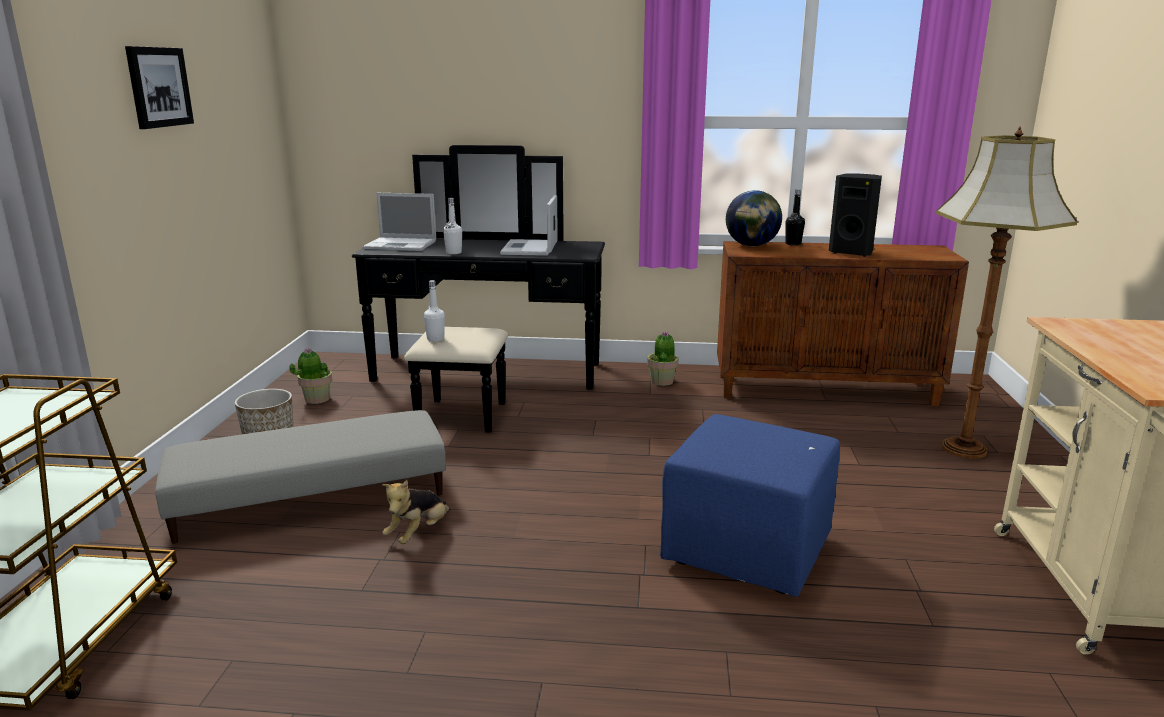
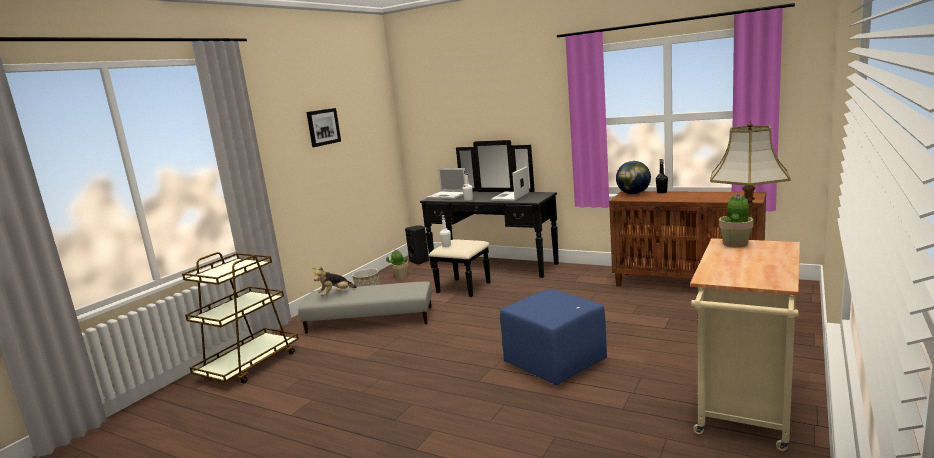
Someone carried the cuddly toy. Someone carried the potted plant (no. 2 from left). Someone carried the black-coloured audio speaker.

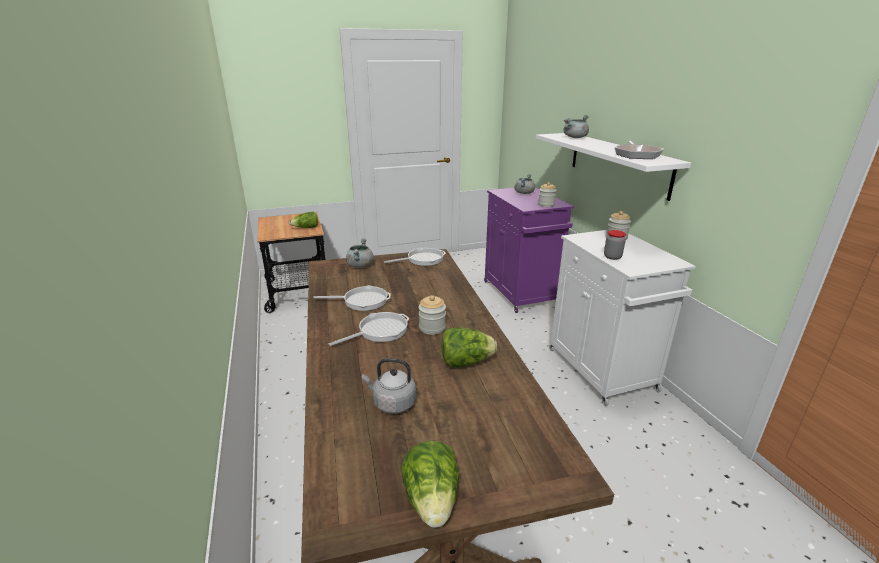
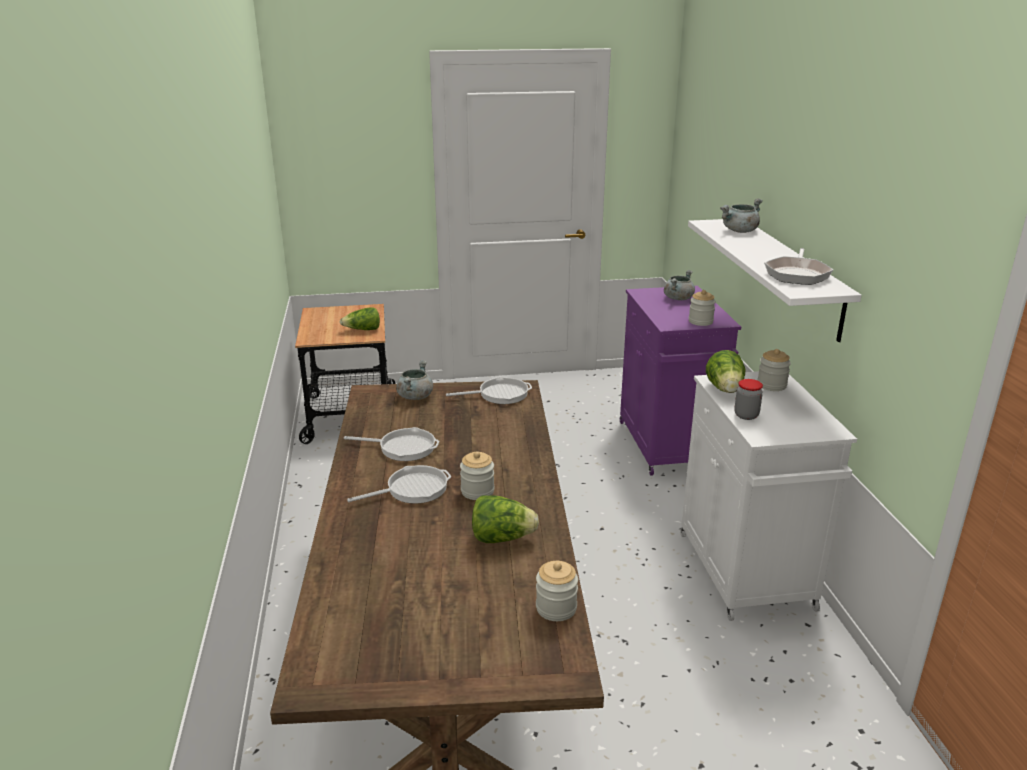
Someone took away the greyish tea kettle. Someone put down the jar (no. 2 from left). Someone carried the lettuce (no. 2 from left in the first image).

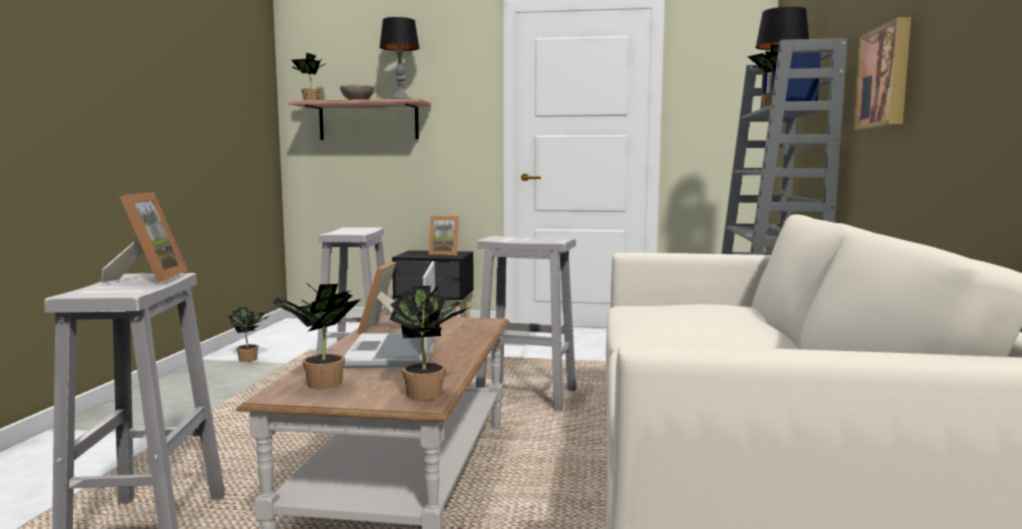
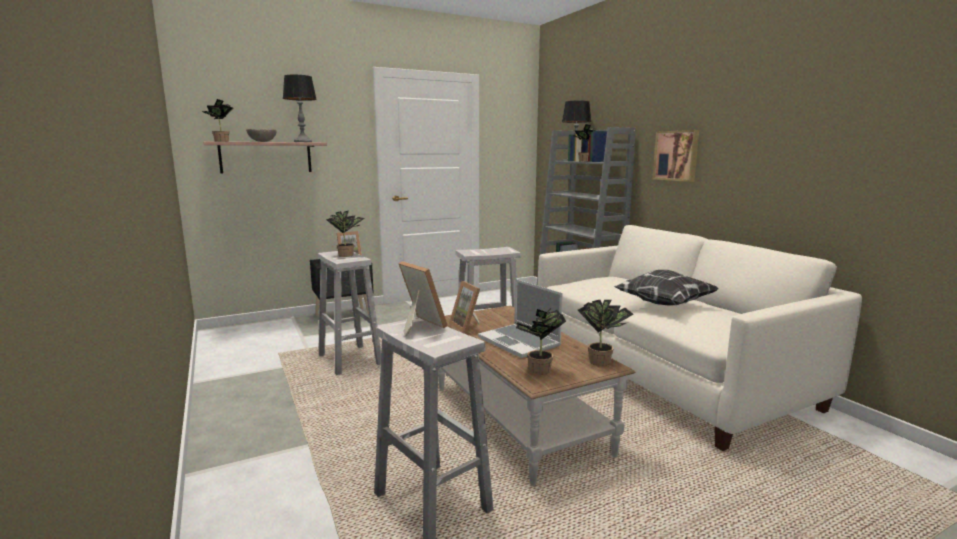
Someone put down the cushion. Someone carried the potted plant (no. 1 from left in the first image).

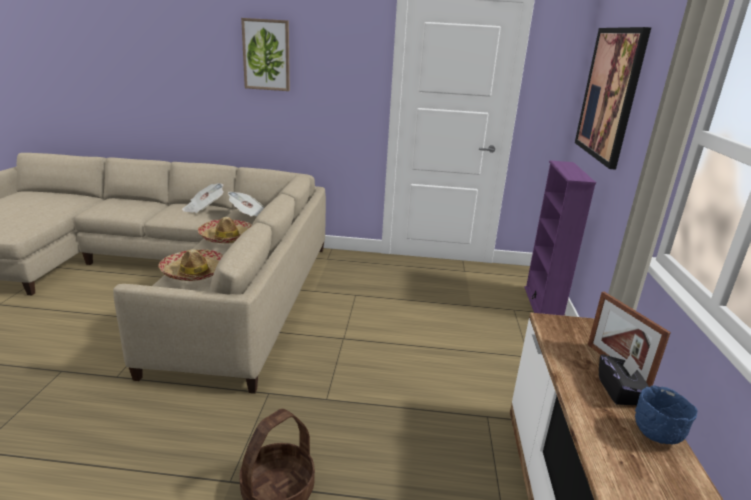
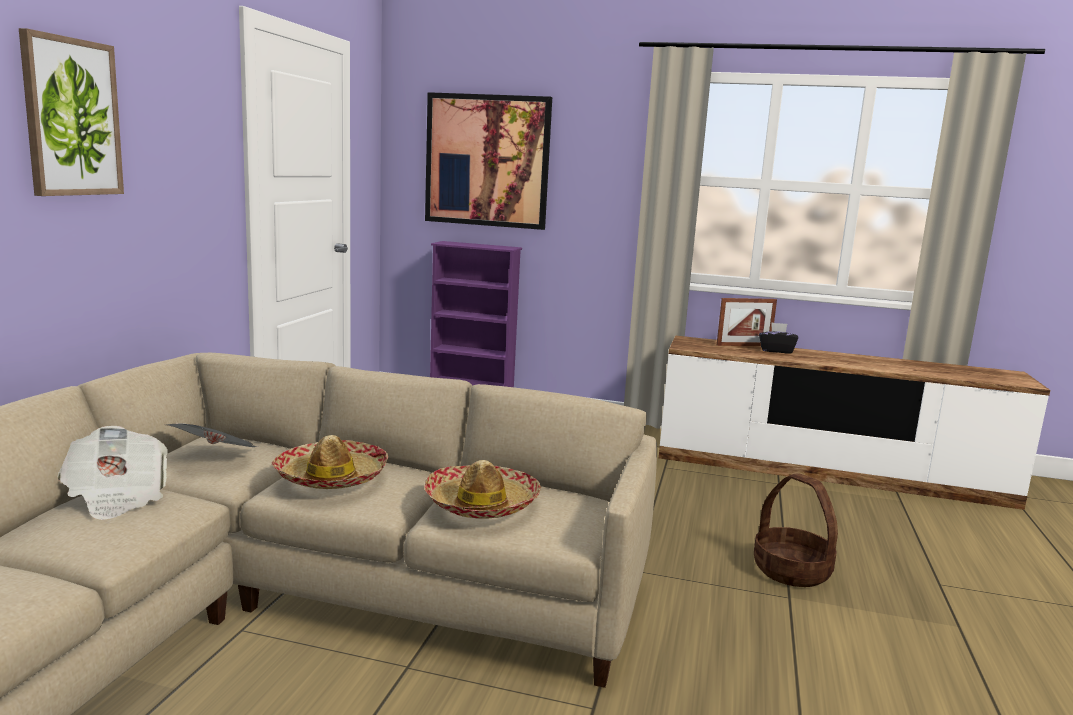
Someone took away the bluish serving bowl.

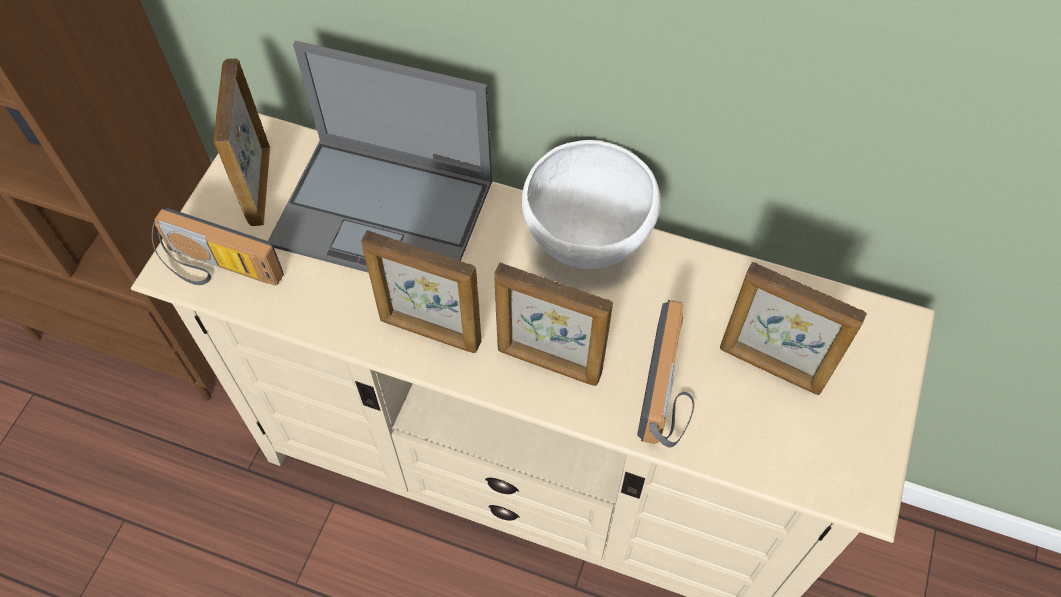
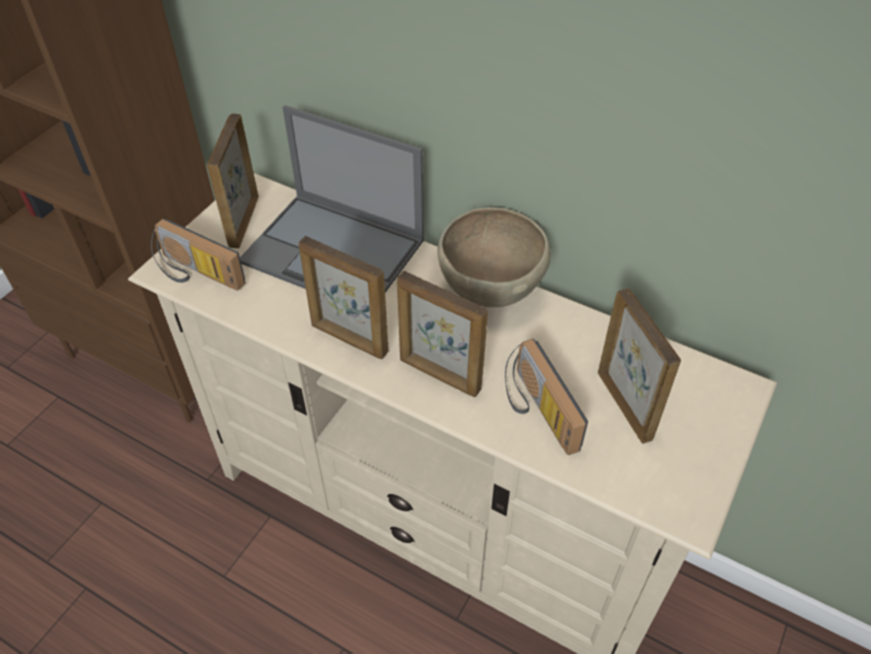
Someone repainted the white serving bowl, which became the brown-coloured serving bowl. Someone rotated the radio (no. 2 from left) by 135 degrees clockwise. Someone rotated the photo frame (no. 4 from left) by 150 degrees counterclockwise.

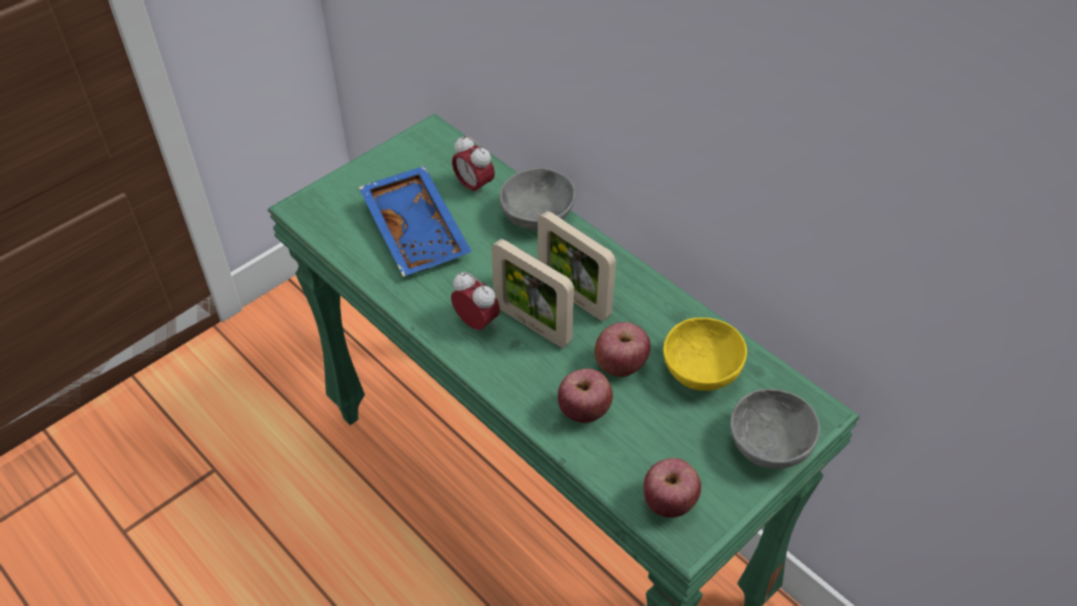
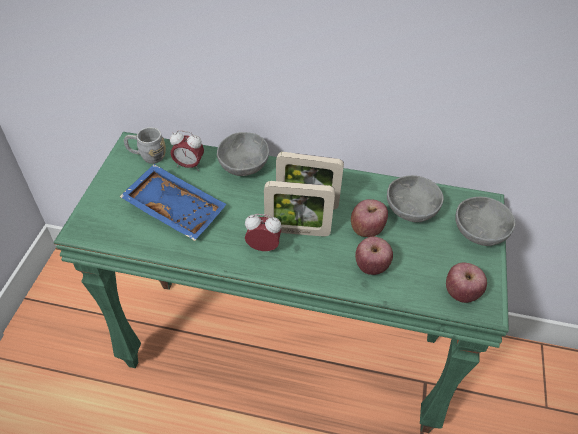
Someone put down the greyish coffee mug. Someone repainted the yellow serving bowl, which became the greyish serving bowl (no. 2 from left).

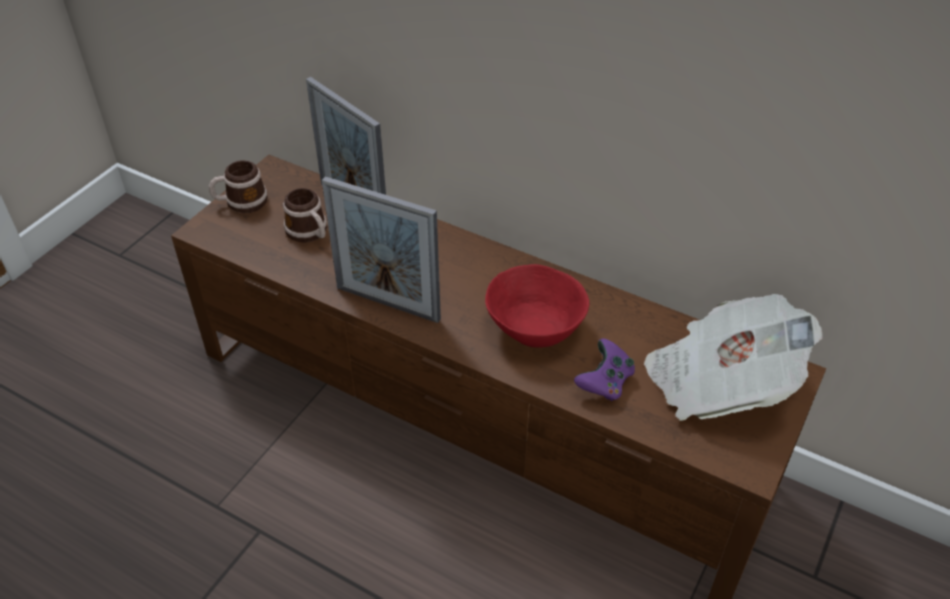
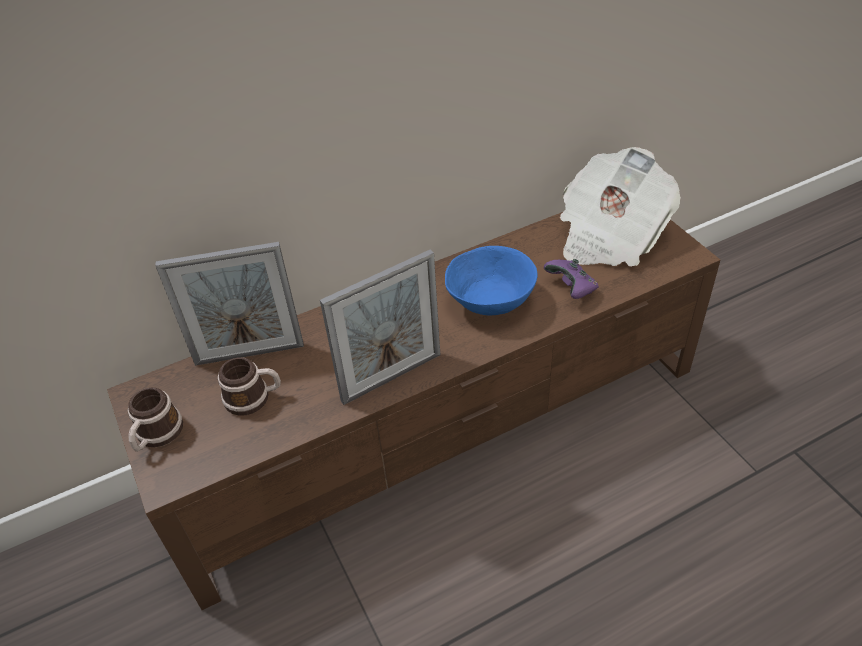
Someone repainted the reddish serving bowl, which became the bluish serving bowl.

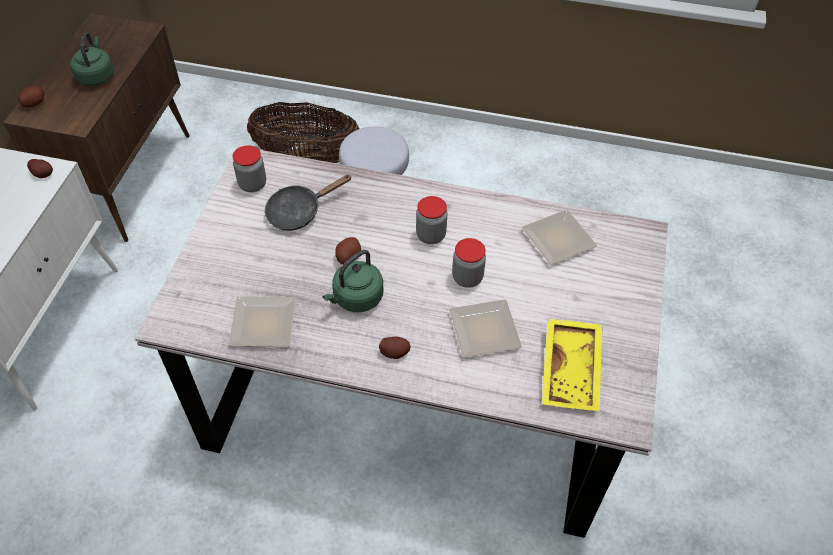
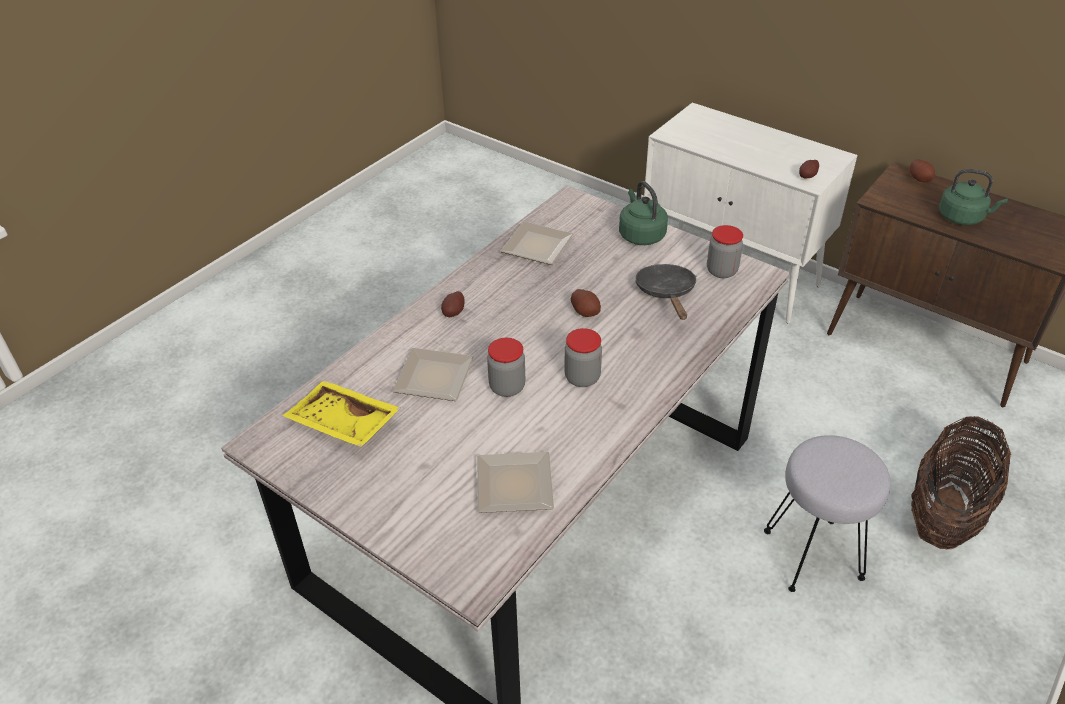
Someone carried the green-coloured tea kettle (no. 2 from left in the first image).

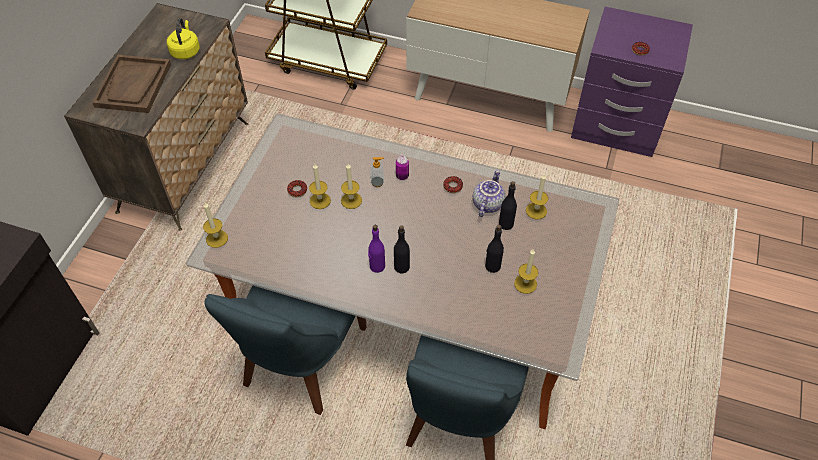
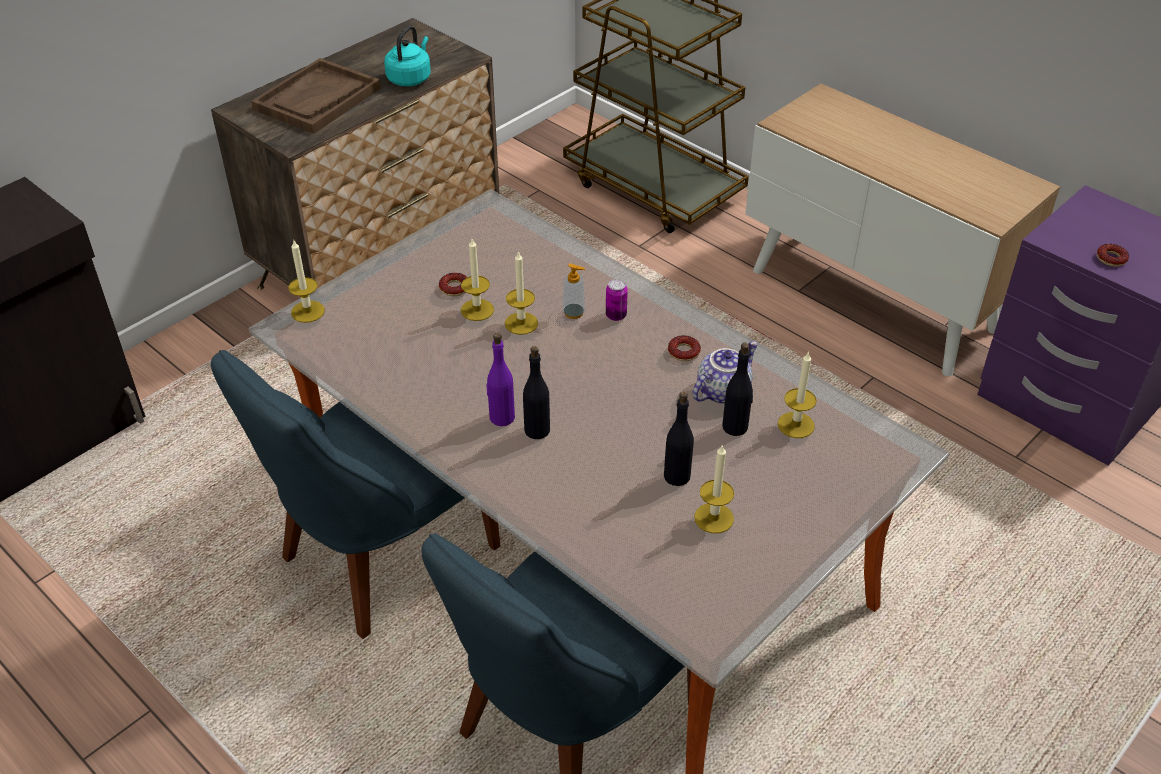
Someone repainted the yellow tea kettle, which became the turquoise tea kettle.

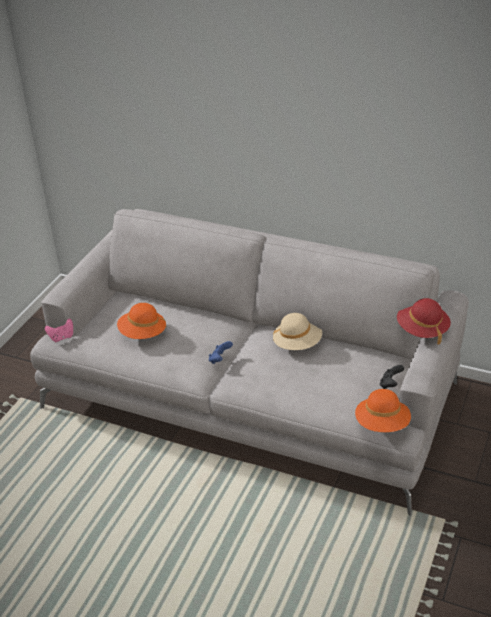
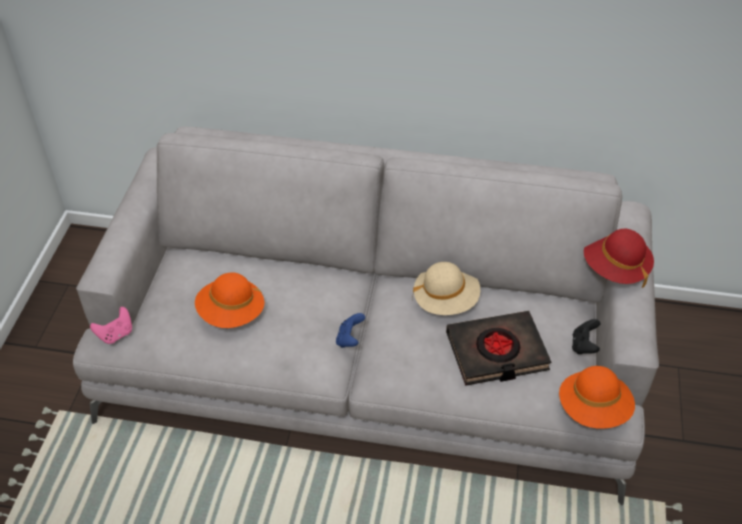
Someone put down the black-coloured volume.

